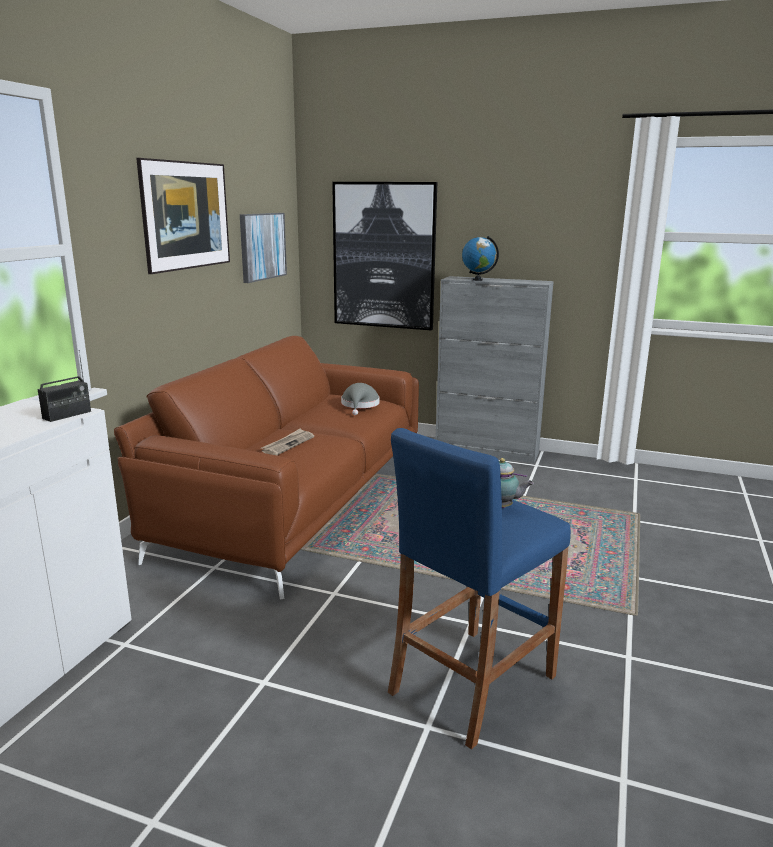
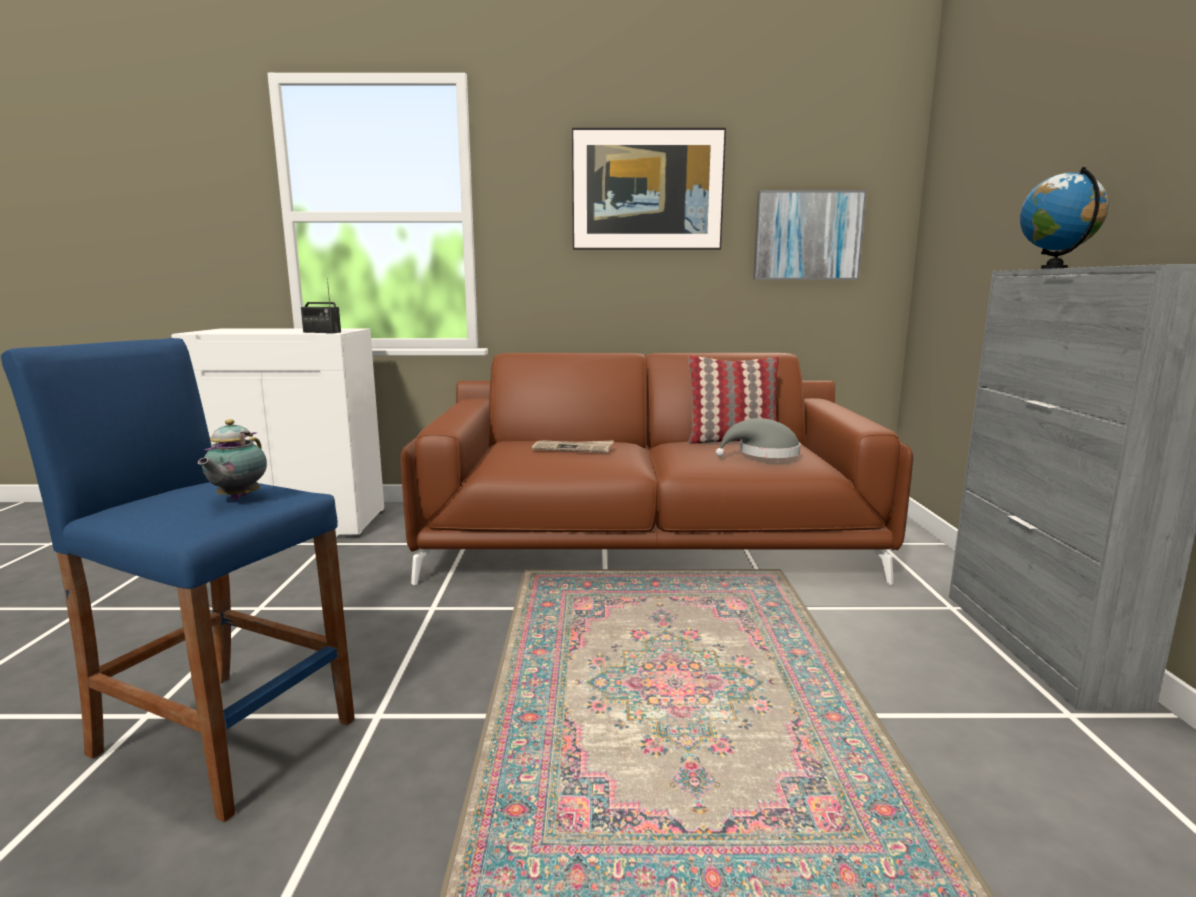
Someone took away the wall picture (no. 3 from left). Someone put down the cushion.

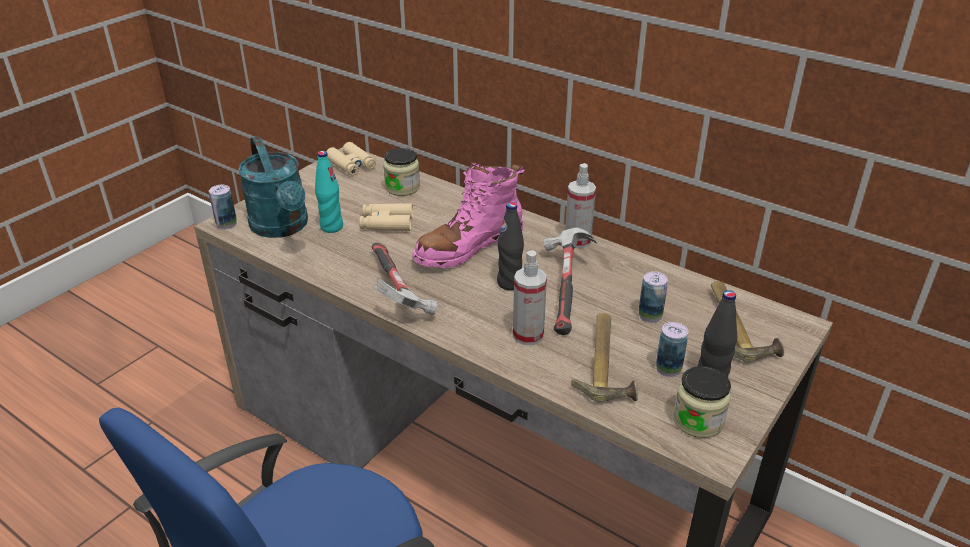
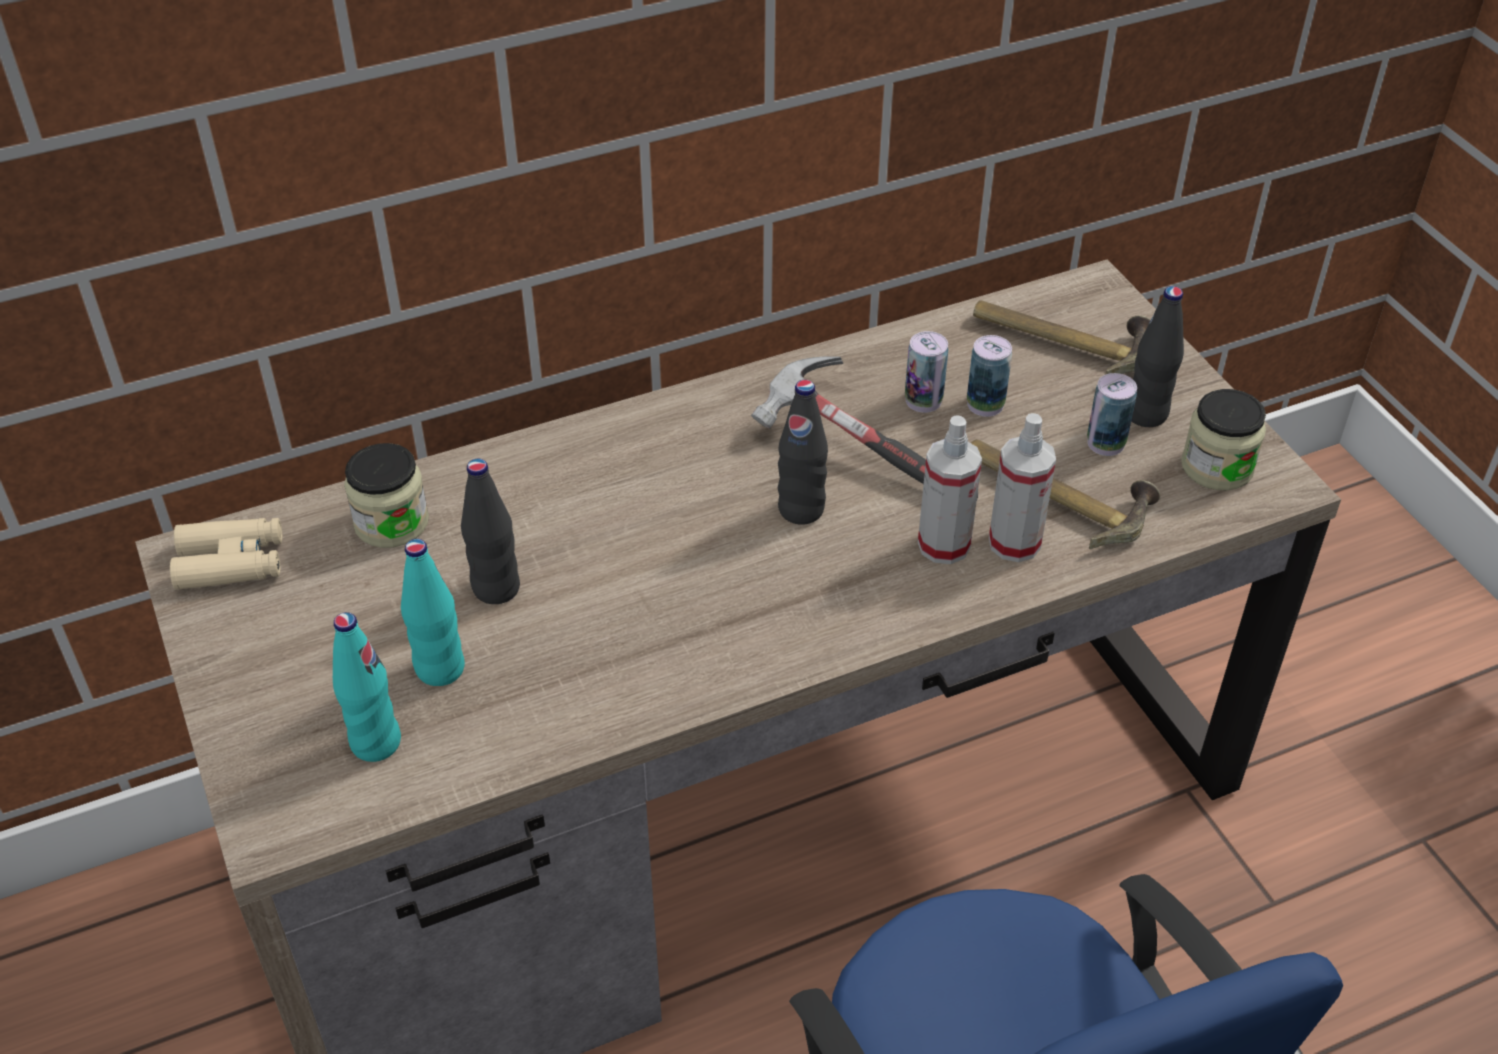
Someone took away the hammer (no. 1 from left). Someone took away the pink boot. Someone carried the metal can (no. 1 from left). Someone carried the sprayer (no. 2 from left). Someone swapped the turquoise sprinkling can for the turquoise drink bottle (no. 1 from left). Someone swapped the beige binoculars (no. 2 from left) for the black-coloured drink bottle (no. 1 from left).

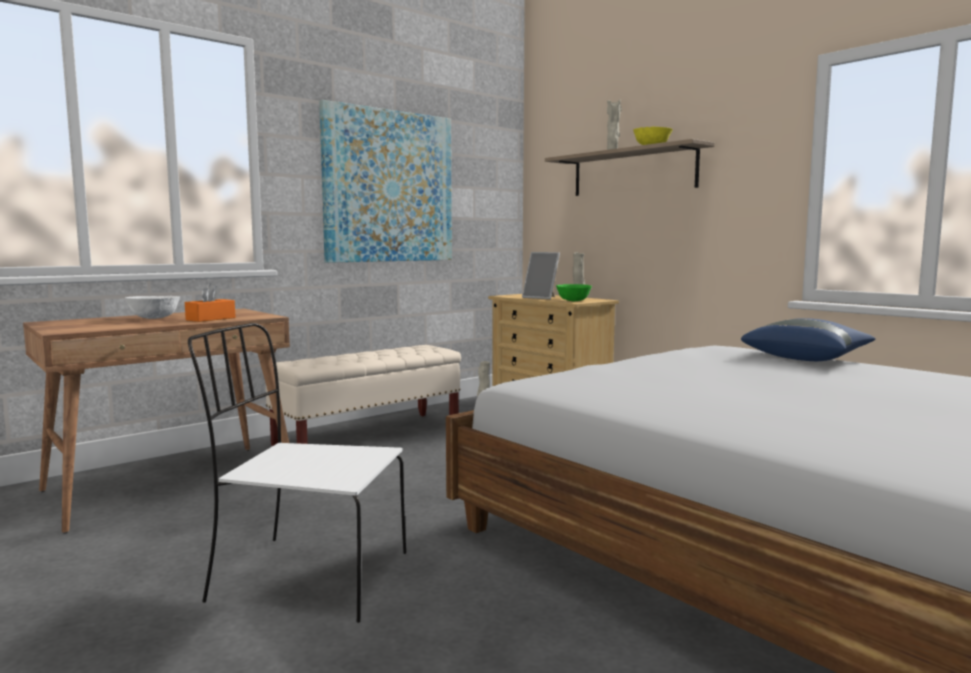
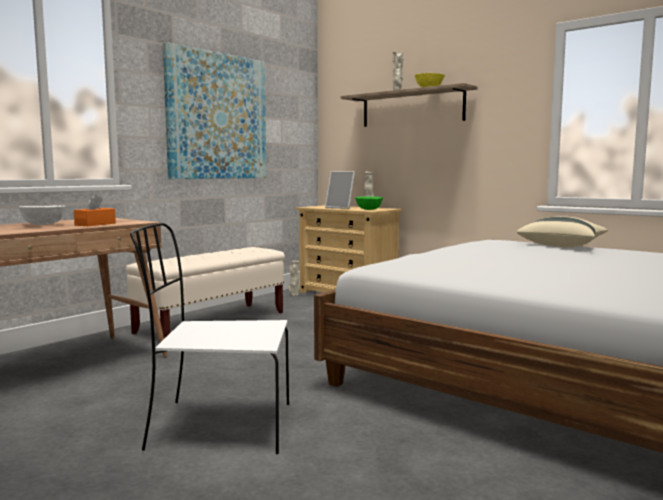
Someone repainted the bluish cushion, which became the beige cushion.

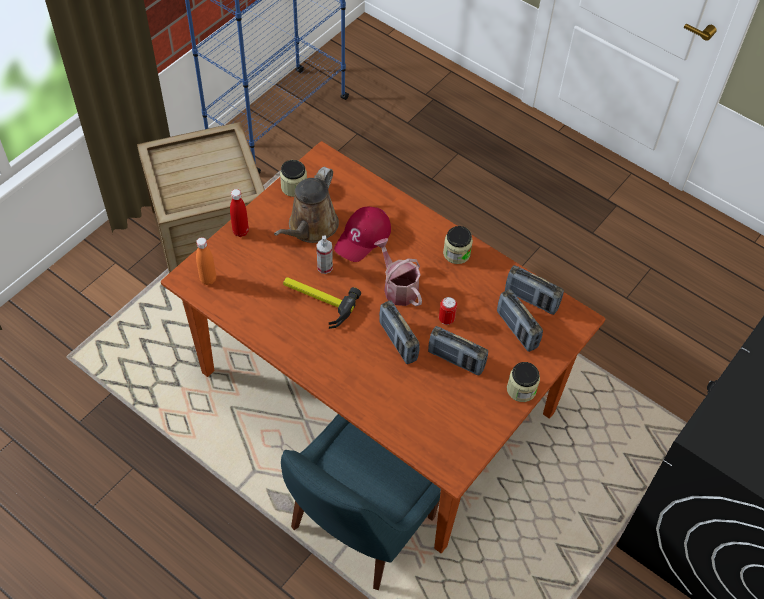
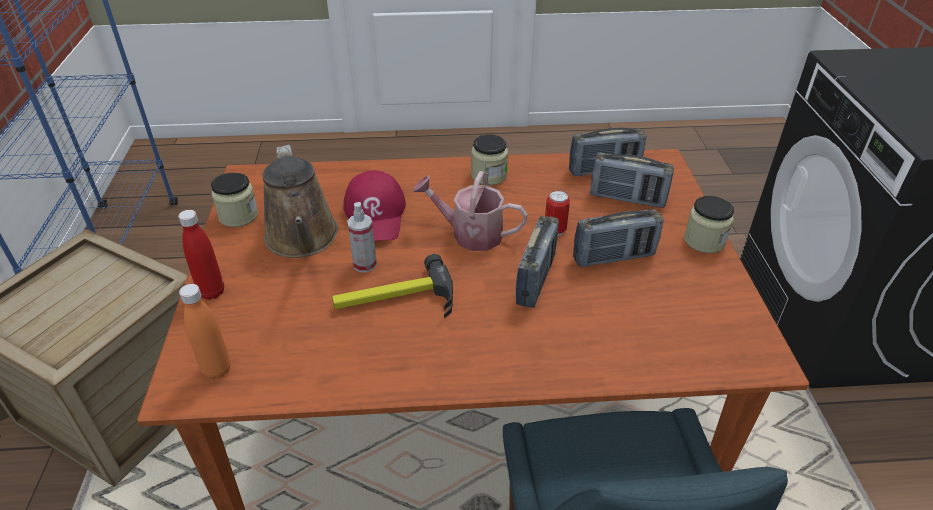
Someone rotated the radio (no. 1 from left) by 90 degrees counterclockwise.

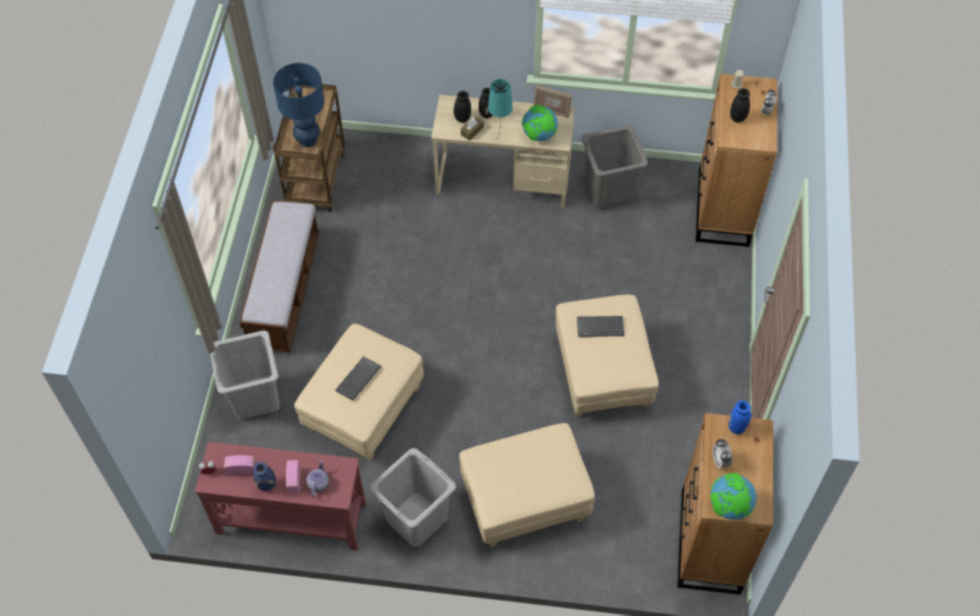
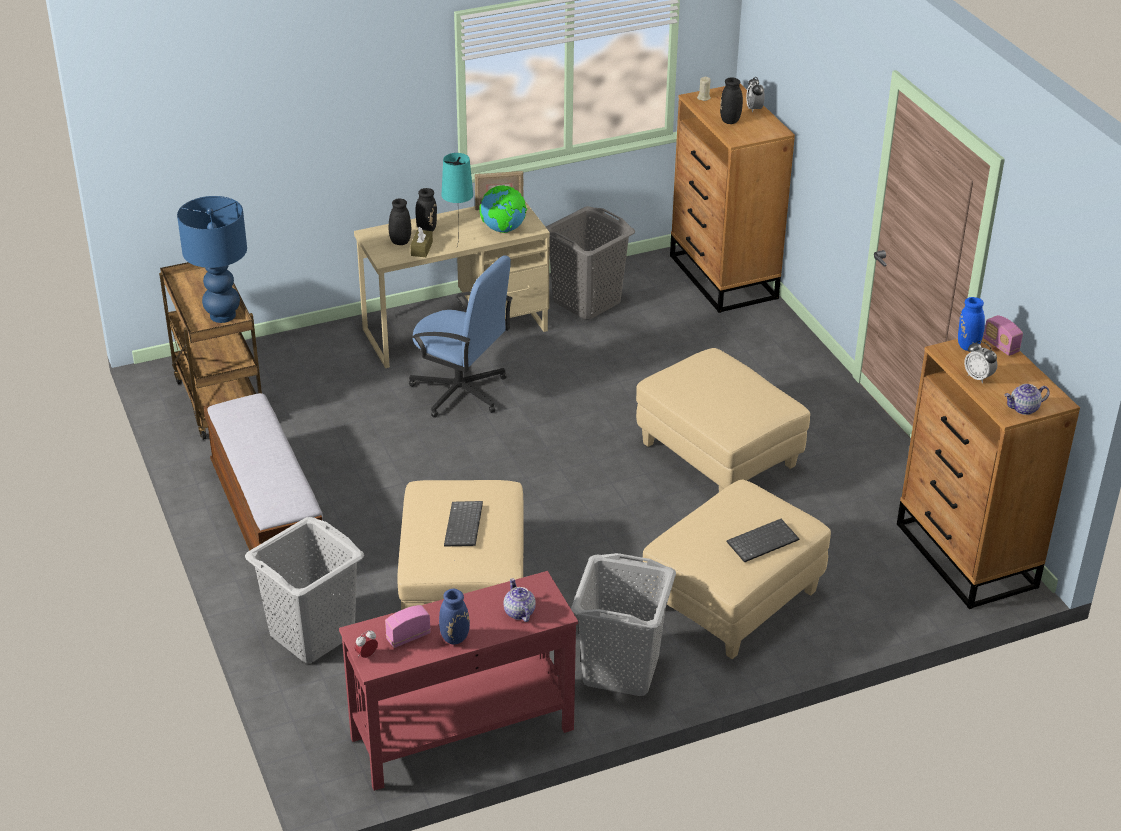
Someone put down the bluish computer chair. Someone carried the radio (no. 2 from left). Someone carried the keyboard (no. 2 from left). Someone swapped the globe (no. 2 from left) for the teapot (no. 2 from left).

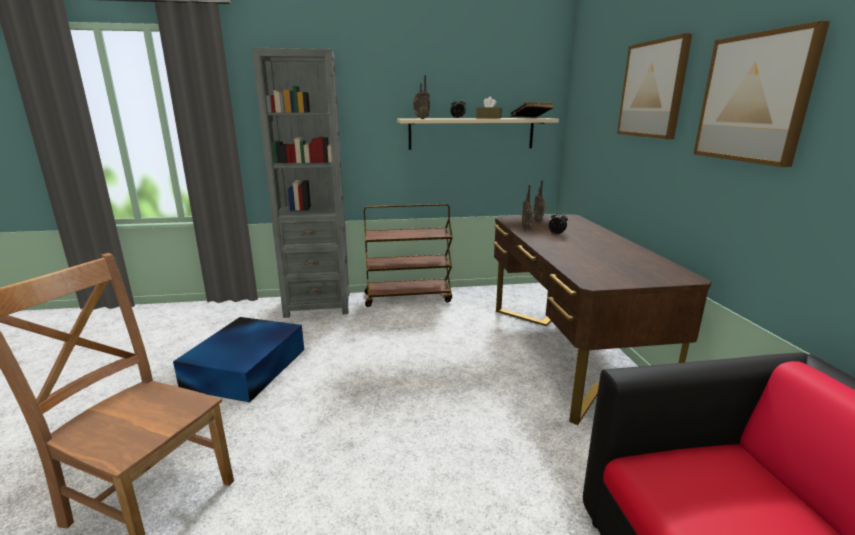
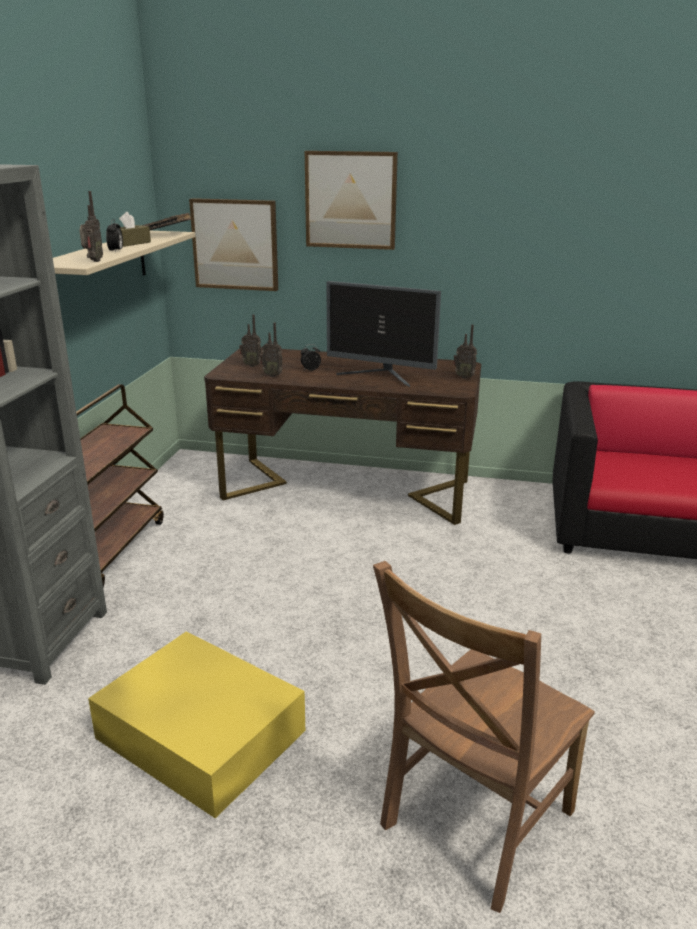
Someone put down the computer display. Someone put down the radio (no. 4 from left). Someone carried the wall picture (no. 2 from left in the first image). Someone repainted the bluish storage container, which became the yellow storage container.

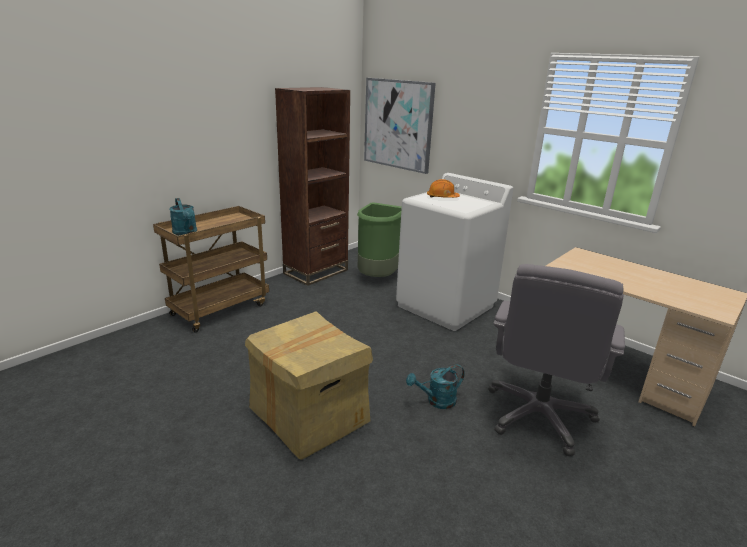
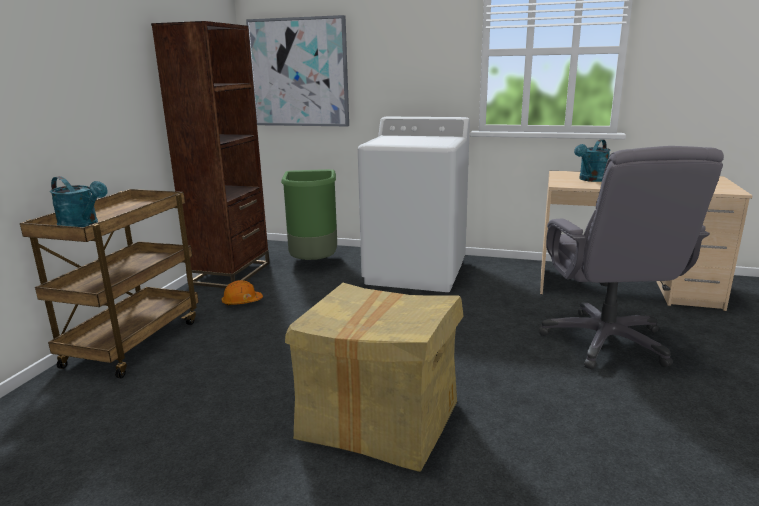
Someone carried the turquoise sprinkling can (no. 2 from left). Someone carried the orange-coloured hard hat.

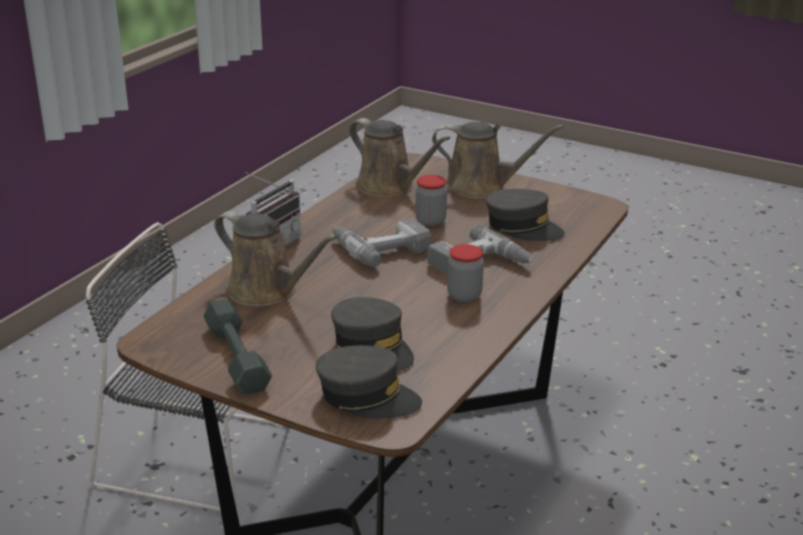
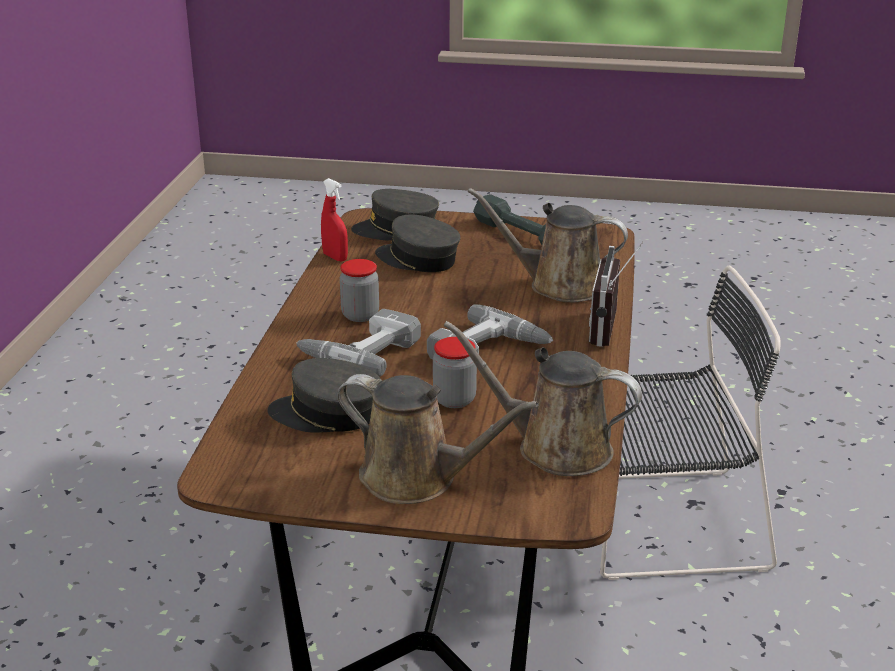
Someone put down the reddish sprayer. Someone rotated the brown-coloured sprinkling can (no. 3 from left in the first image) by 150 degrees counterclockwise.

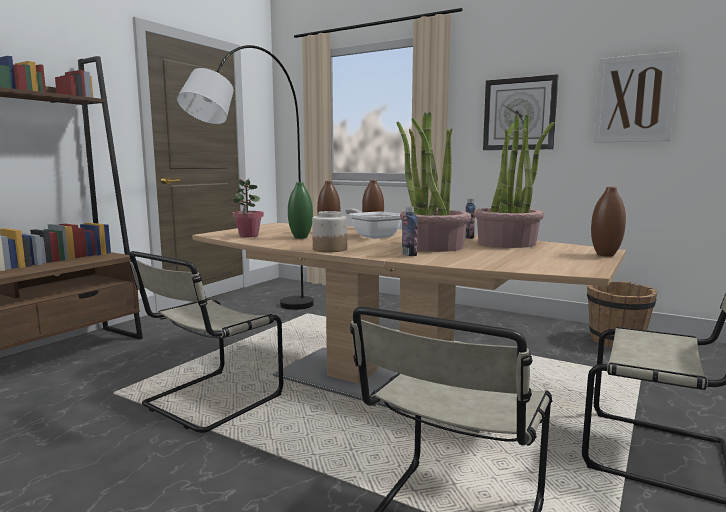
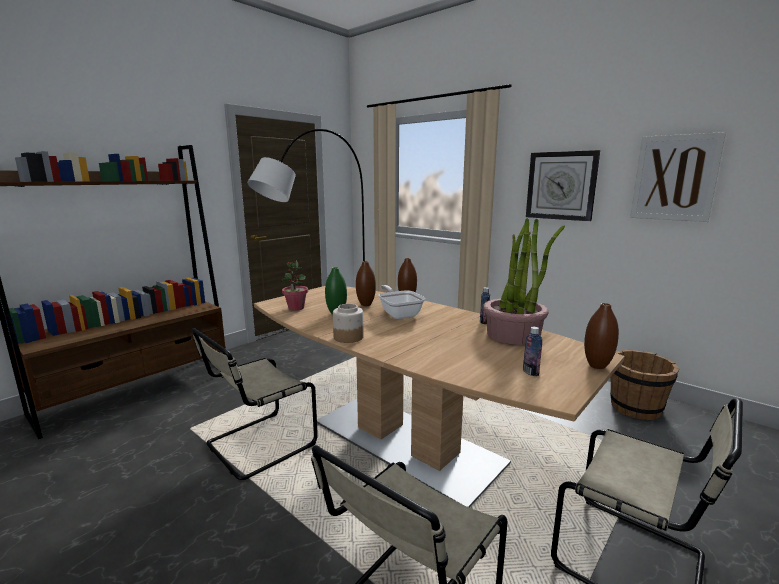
Someone took away the potted plant (no. 2 from left). Someone carried the drink bottle (no. 1 from left in the first image).

